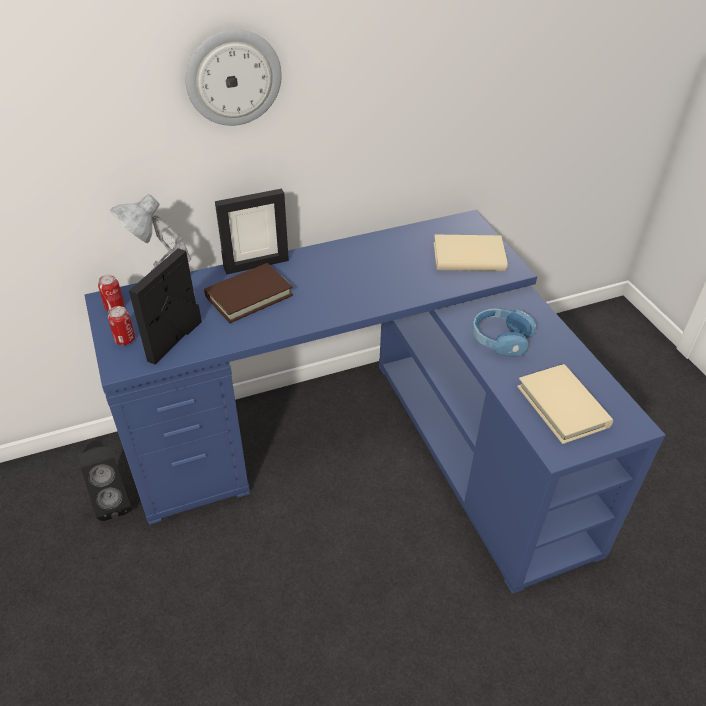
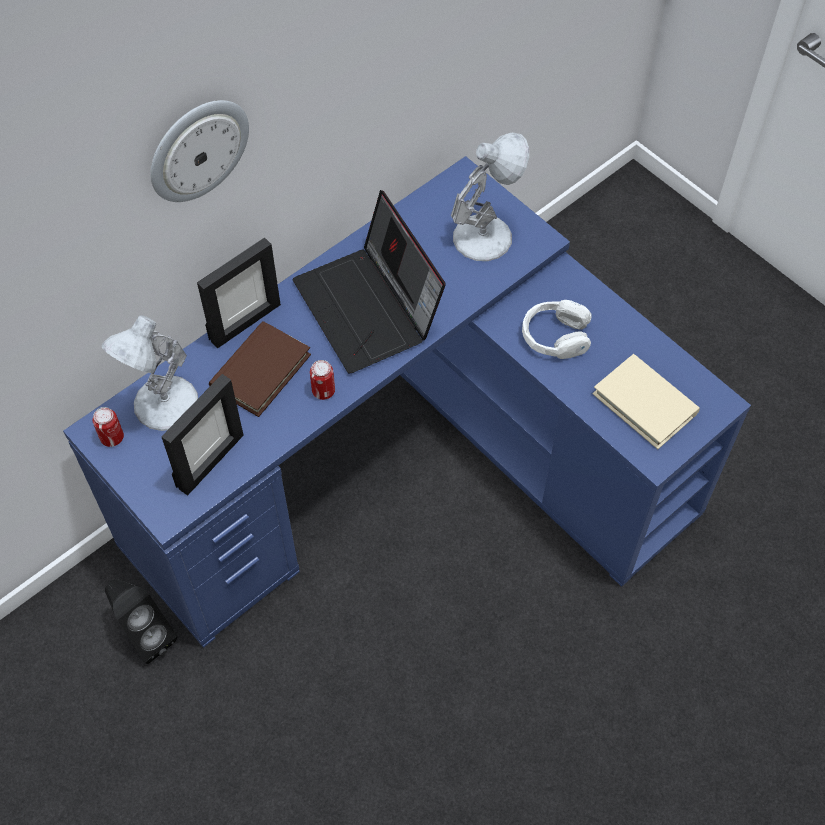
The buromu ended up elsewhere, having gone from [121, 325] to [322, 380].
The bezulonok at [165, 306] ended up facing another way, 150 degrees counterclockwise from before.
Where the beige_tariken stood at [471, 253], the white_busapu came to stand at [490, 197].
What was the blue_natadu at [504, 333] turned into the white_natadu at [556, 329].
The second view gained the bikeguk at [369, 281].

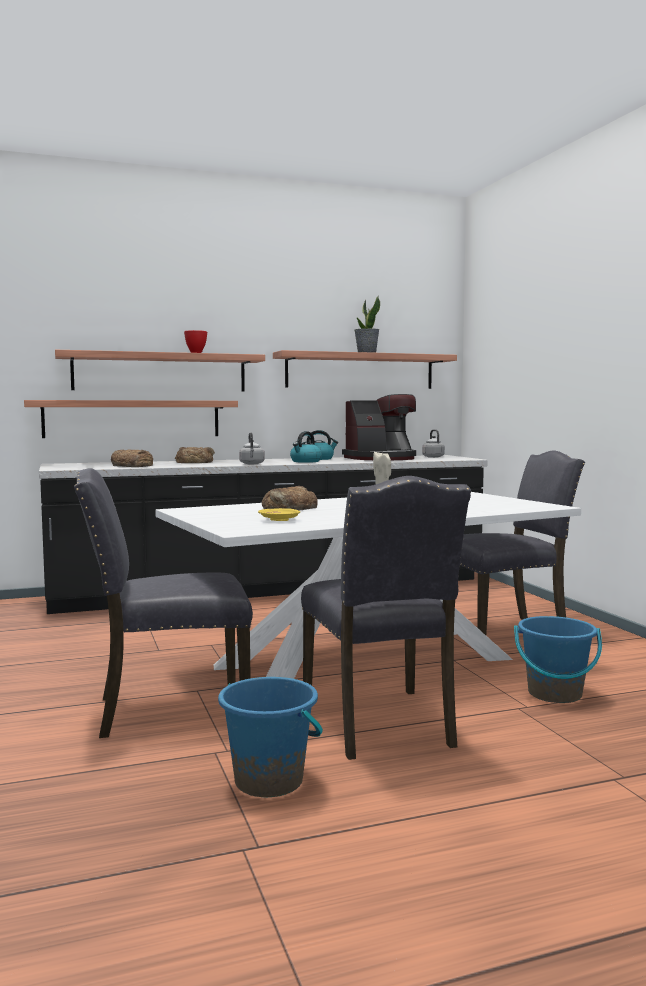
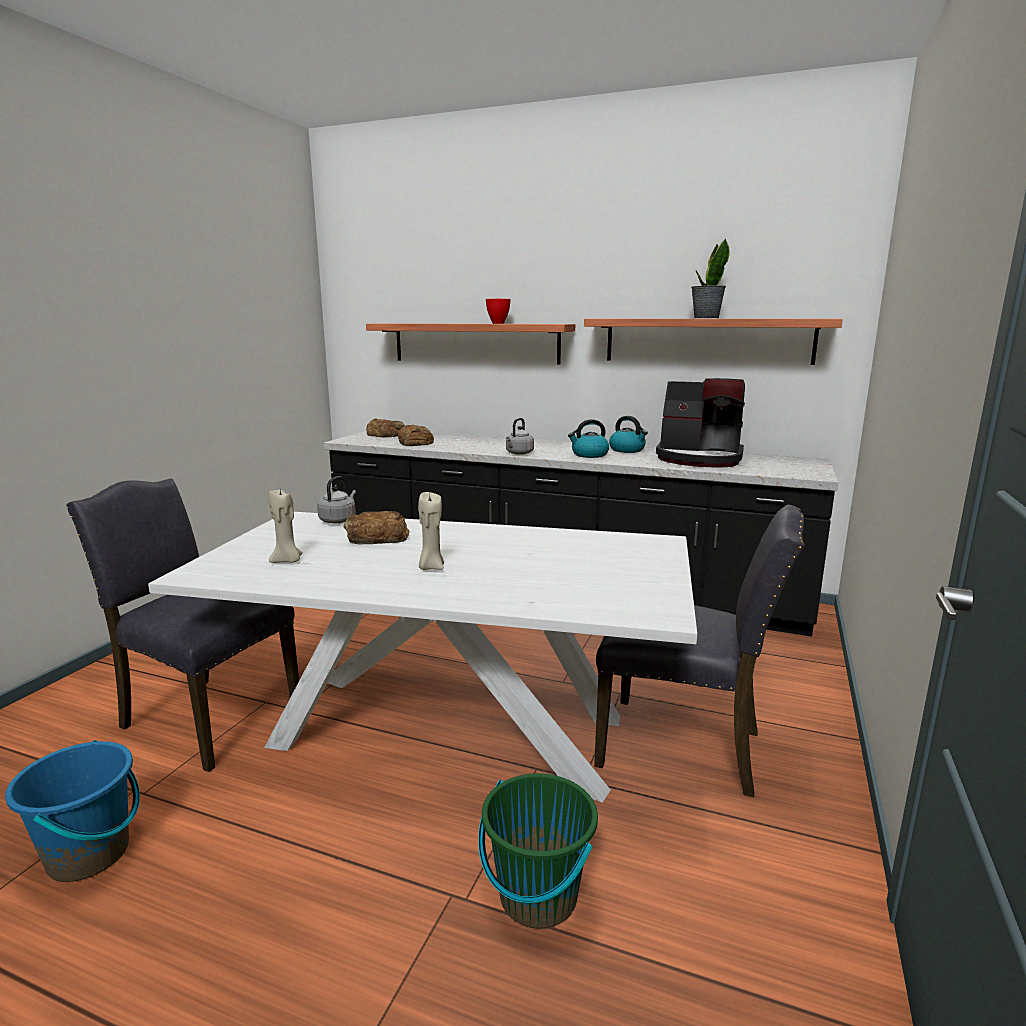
The second view lost the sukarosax at [131, 419].
The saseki ended up elsewhere, having gone from [195, 455] to [385, 428].
Where the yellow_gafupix stood at [279, 514], the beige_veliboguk came to stand at [286, 526].
The second view lost the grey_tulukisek at [386, 618].
The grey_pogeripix ended up elsewhere, having gone from [433, 443] to [336, 499].
What was the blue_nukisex at [558, 659] turned into the green_nukisex at [538, 851].

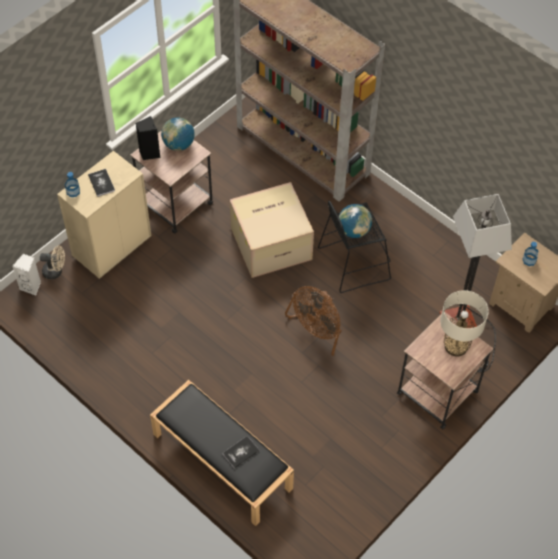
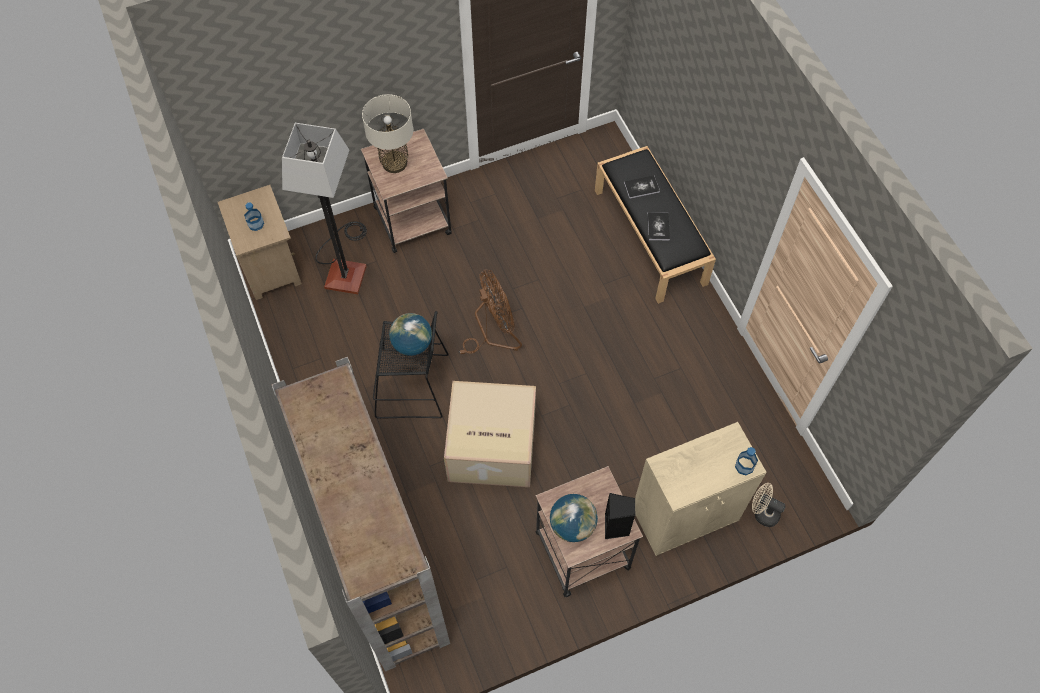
The second view lost the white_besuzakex at [27, 275].
The tariken ended up elsewhere, having gone from [101, 183] to [659, 226].

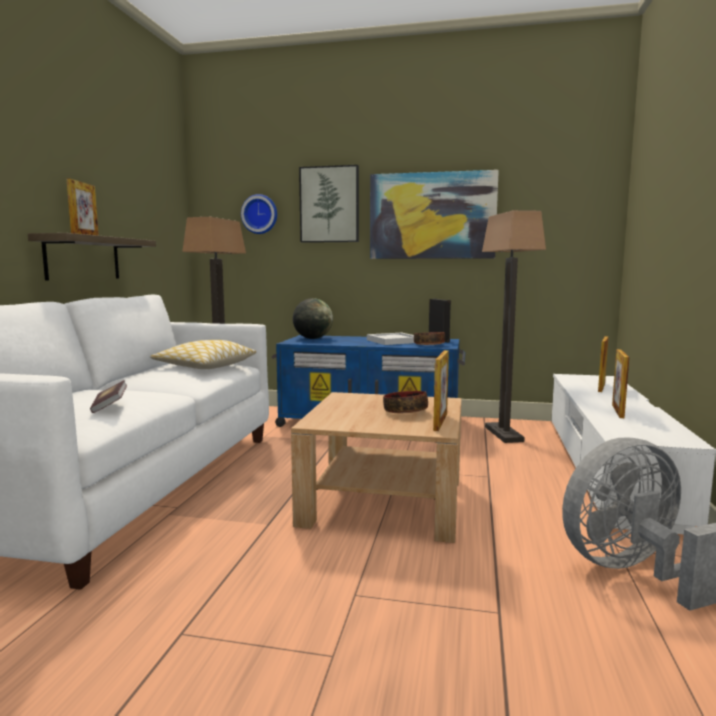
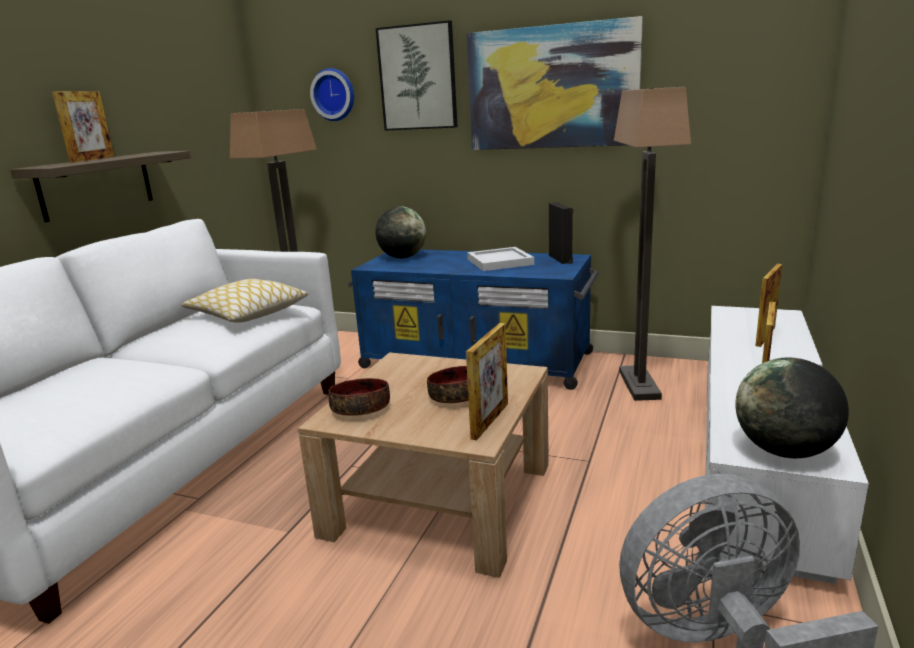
The second view lost the tariken at [108, 396].
The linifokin ended up elsewhere, having gone from [429, 338] to [359, 397].
The second view gained the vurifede at [792, 408].

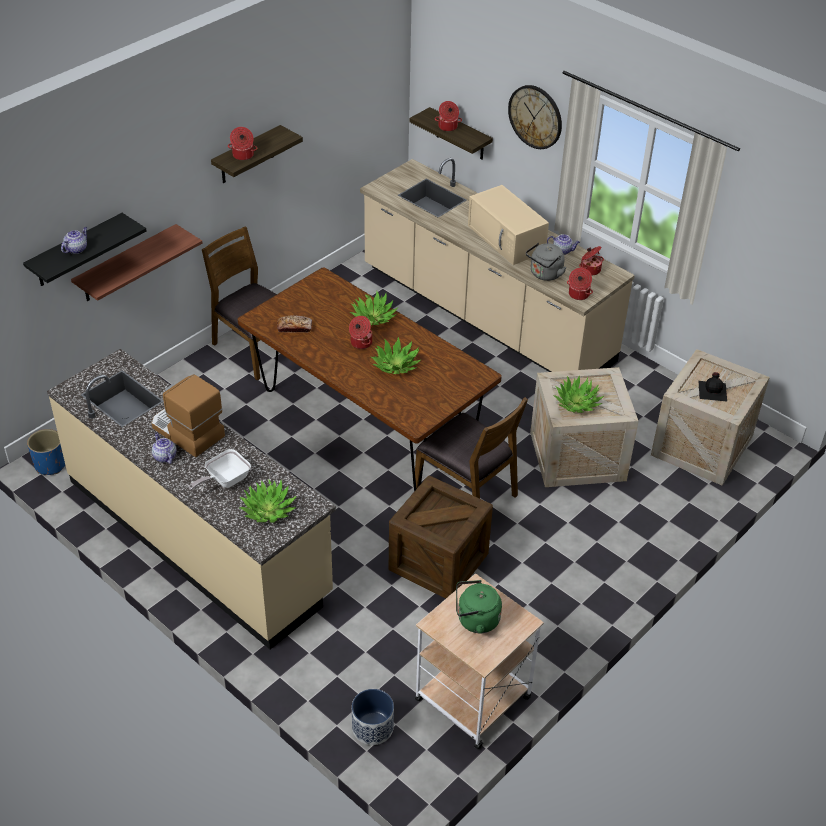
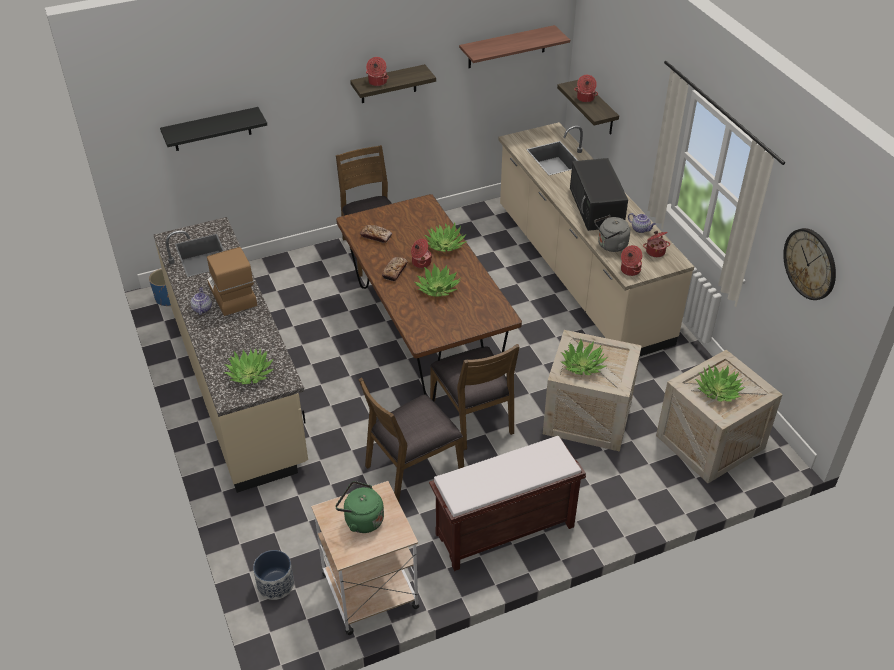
The second view lost the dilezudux at [74, 240].
The sukarosax ended up elsewhere, having gone from [137, 262] to [514, 46].
The second view lost the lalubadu at [220, 469].
Where the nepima stood at [441, 537], the brown_tulukisek came to stand at [411, 439].
What was the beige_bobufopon at [508, 225] turned into the black_bobufopon at [599, 194].
The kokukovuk ended up elsewhere, having gone from [535, 117] to [809, 264].
Where the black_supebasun stood at [712, 386], the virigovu came to stand at [720, 383].
The second view gained the saseki at [395, 269].
The second view gained the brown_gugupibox at [507, 503].

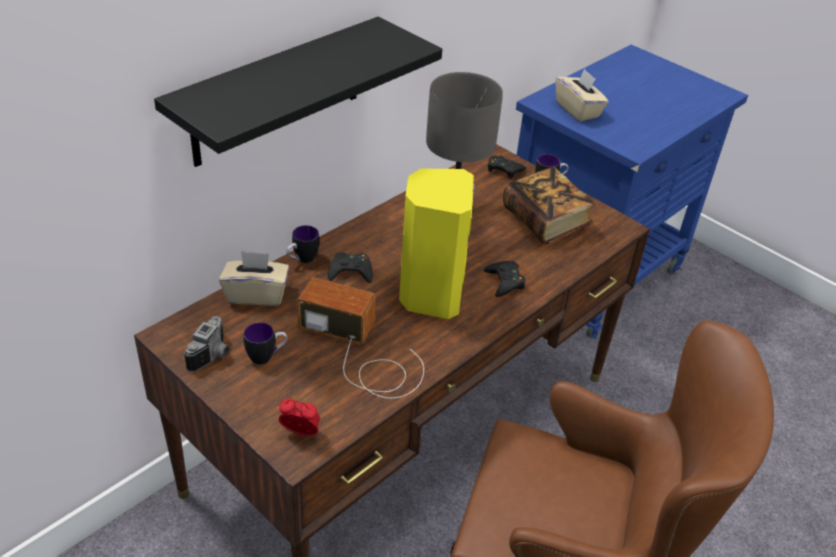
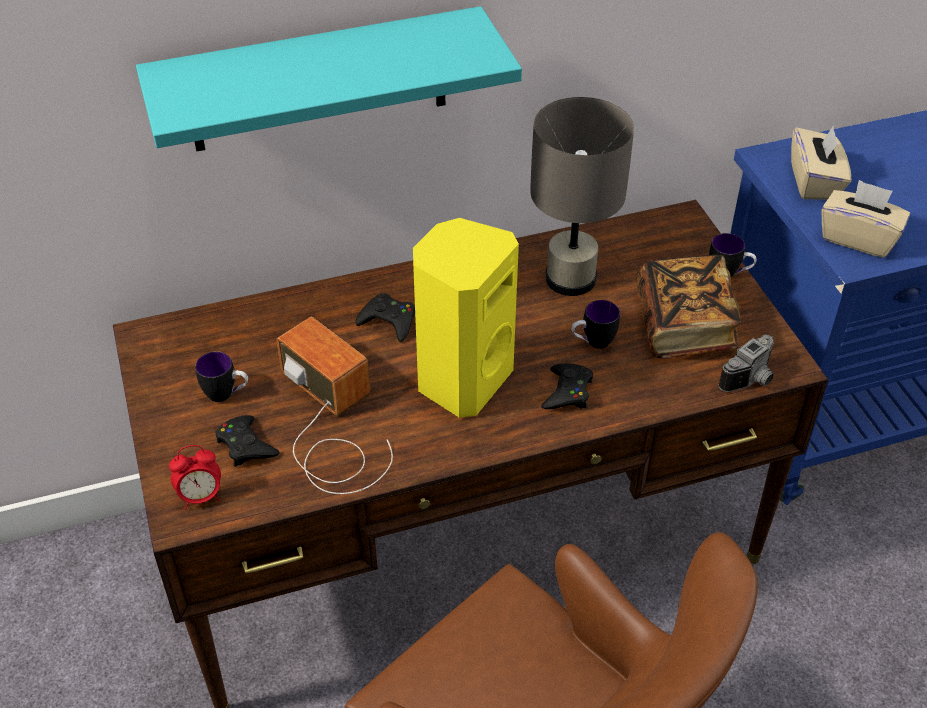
What was the black_sukarosax at [298, 92] turned into the turquoise_sukarosax at [329, 78].
The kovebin ended up elsewhere, having gone from [206, 344] to [746, 363].
The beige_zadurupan ended up elsewhere, having gone from [254, 278] to [866, 219].
The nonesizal at [299, 418] ended up facing another way, 120 degrees clockwise from before.
The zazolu ended up elsewhere, having gone from [303, 244] to [595, 324].
The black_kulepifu ended up elsewhere, having gone from [507, 167] to [248, 441].

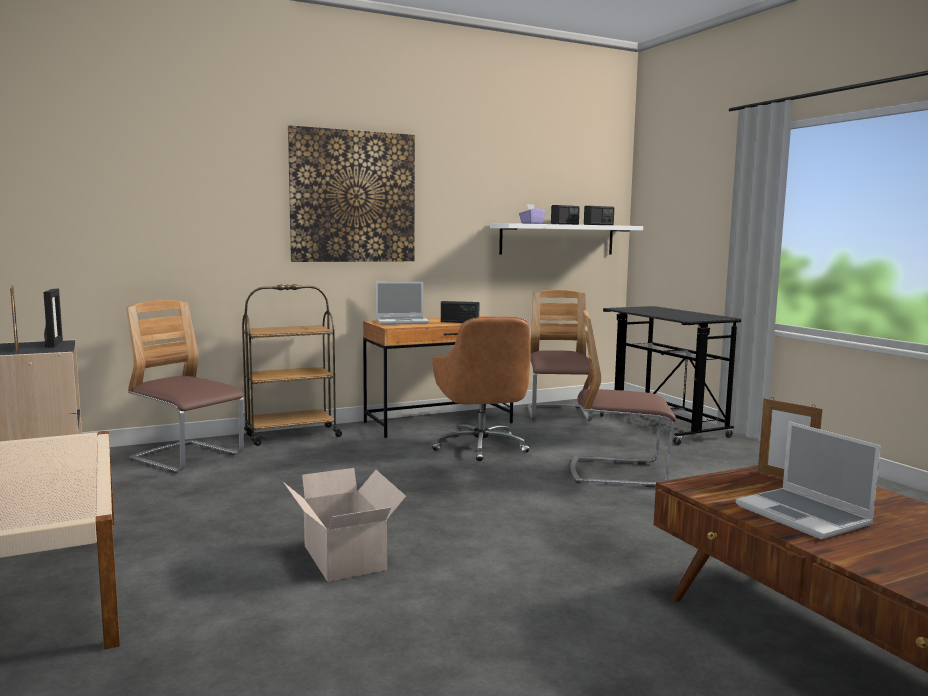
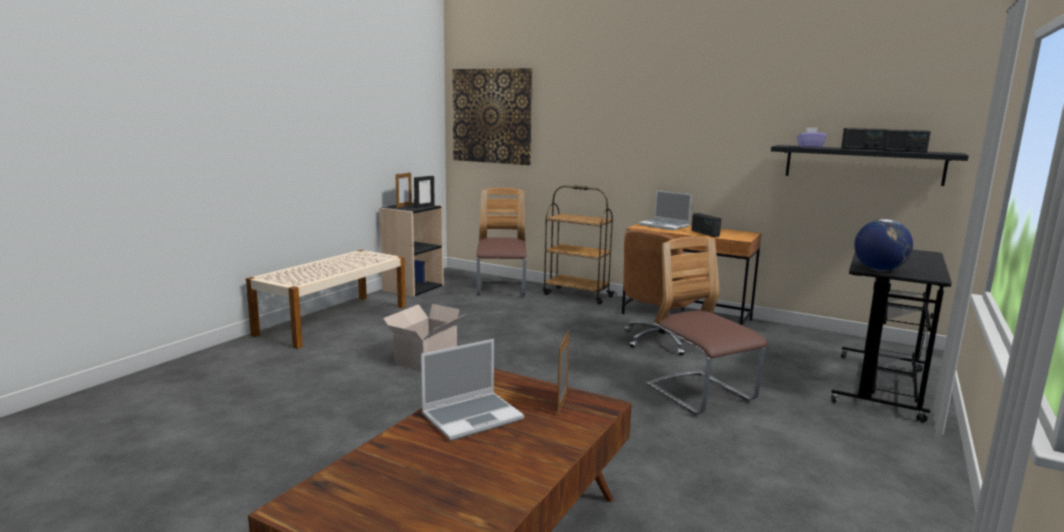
The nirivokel ended up elsewhere, having gone from [351, 193] to [493, 116].
What was the white_sukarosax at [566, 238] turned into the black_sukarosax at [870, 165].
The second view lost the tulukisek at [560, 355].
The bikeguk at [808, 480] ended up facing another way, 150 degrees counterclockwise from before.
The second view gained the vurifede at [883, 245].

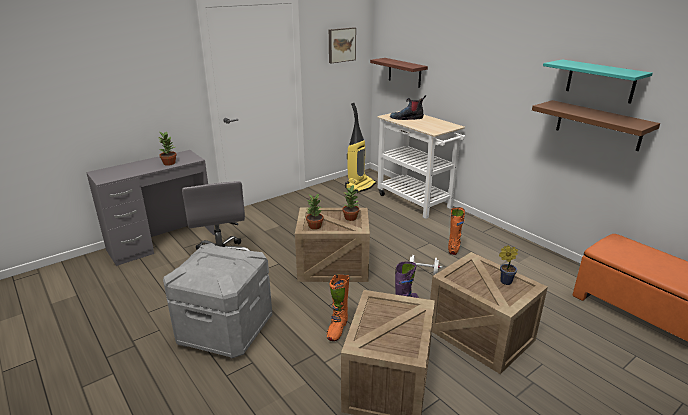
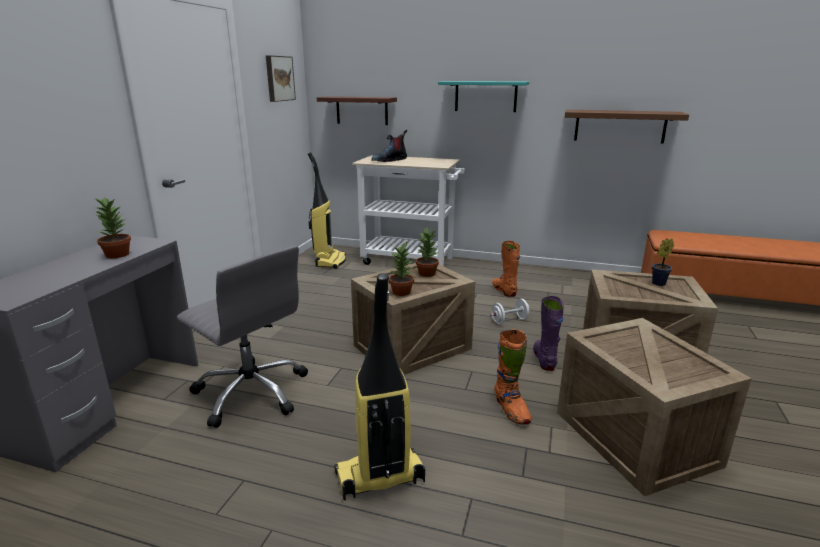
Where the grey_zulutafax stood at [217, 301], the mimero came to stand at [379, 387].
The turquoise_sukarosax ended up elsewhere, having gone from [598, 82] to [483, 96].

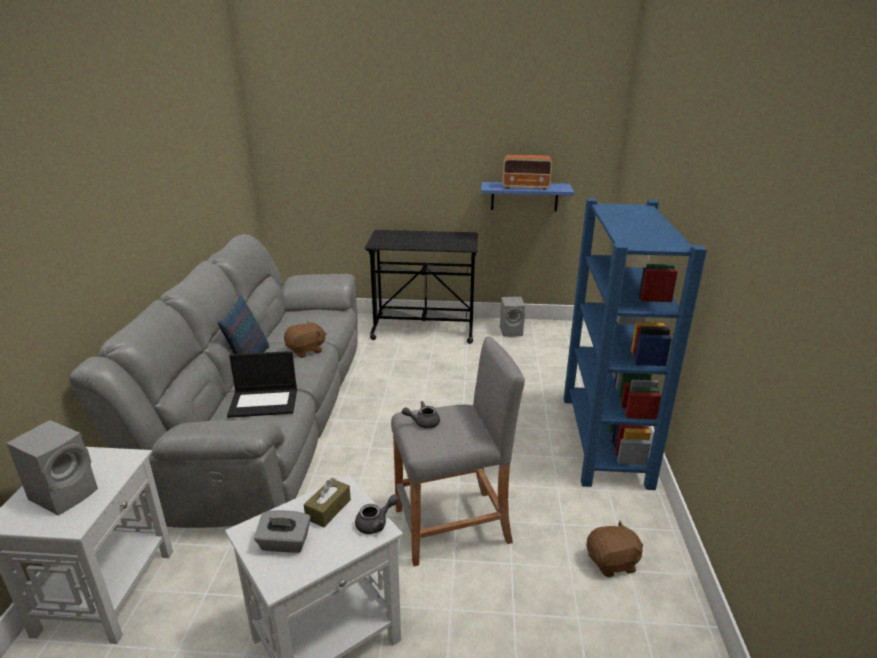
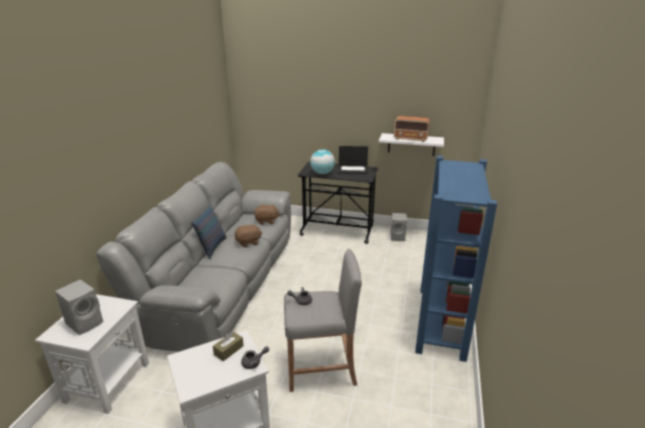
The bikeguk ended up elsewhere, having gone from [262, 384] to [353, 160].
The second view lost the grey_zadurupan at [282, 531].
What was the blue_sukarosax at [527, 196] turned into the white_sukarosax at [411, 144].
The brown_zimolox ended up elsewhere, having gone from [614, 549] to [267, 214].
The second view gained the vurifede at [322, 161].

